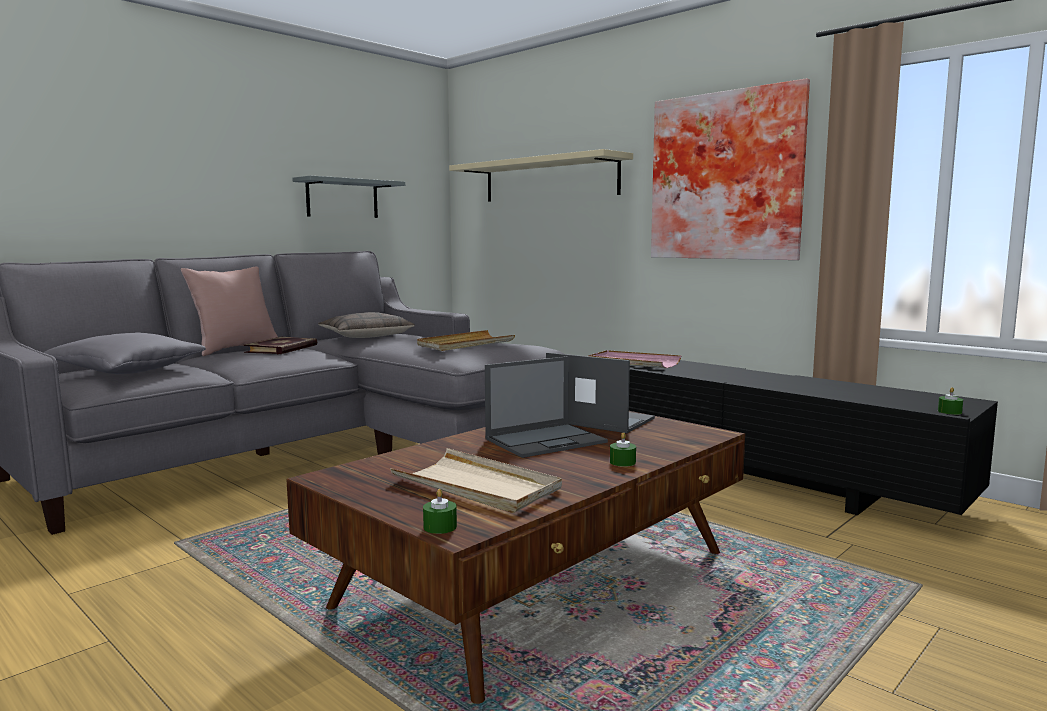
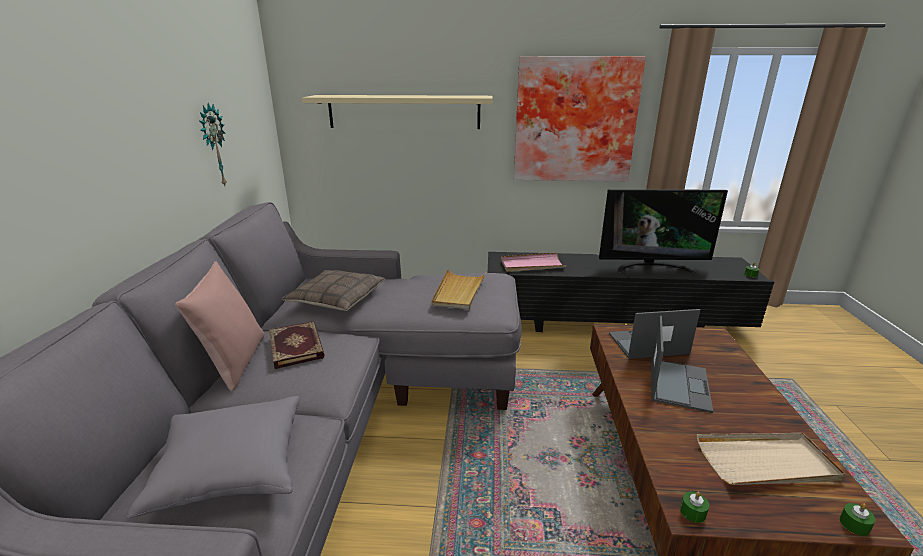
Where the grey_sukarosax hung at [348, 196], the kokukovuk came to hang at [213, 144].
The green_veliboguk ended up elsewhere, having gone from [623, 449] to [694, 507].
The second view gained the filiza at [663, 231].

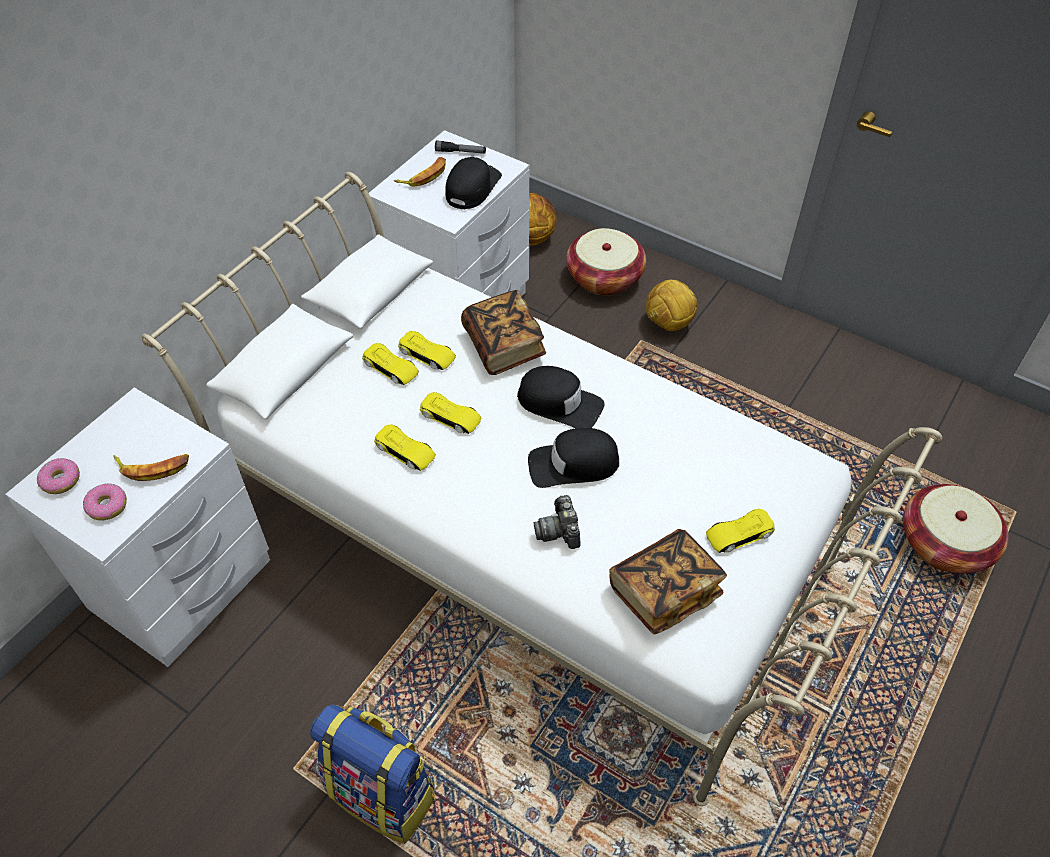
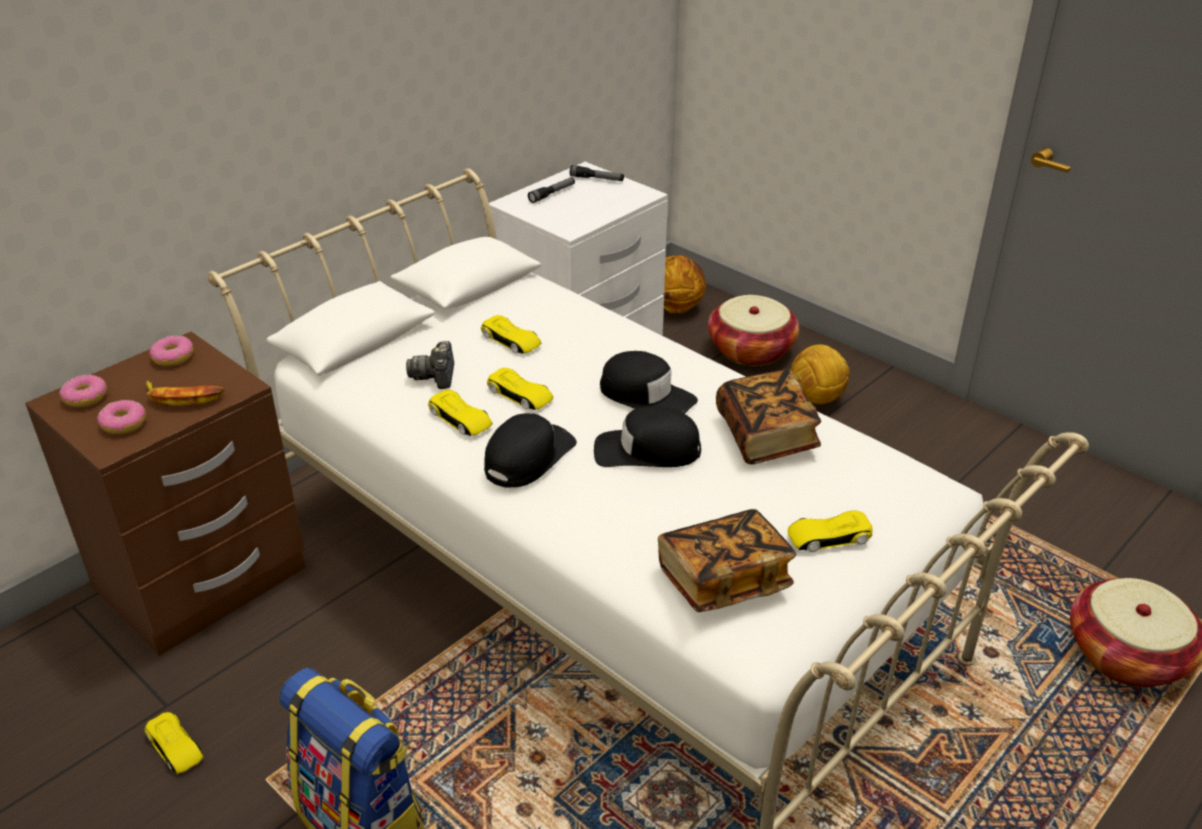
What was the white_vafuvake at [137, 527] turned into the brown_vafuvake at [165, 494].
The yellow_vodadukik ended up elsewhere, having gone from [390, 364] to [174, 743].
Where the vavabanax stood at [420, 172], the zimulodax came to stand at [551, 190].
The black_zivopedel ended up elsewhere, having gone from [473, 183] to [530, 450].
The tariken ended up elsewhere, having gone from [503, 332] to [768, 416].
The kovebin ended up elsewhere, having gone from [557, 522] to [430, 365].
The second view gained the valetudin at [171, 350].

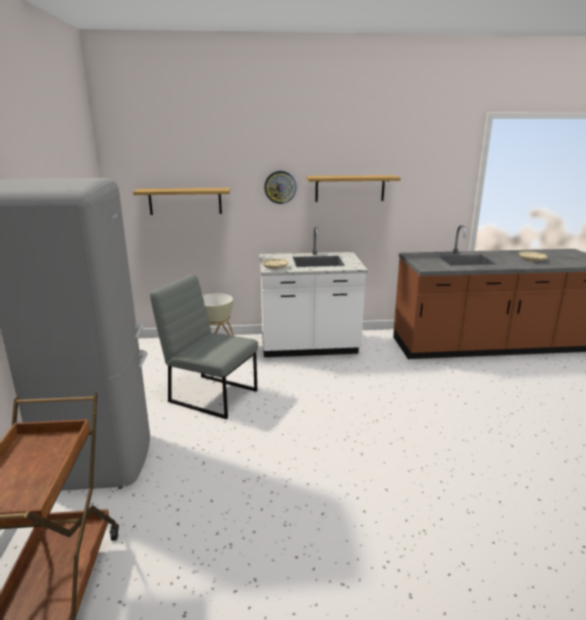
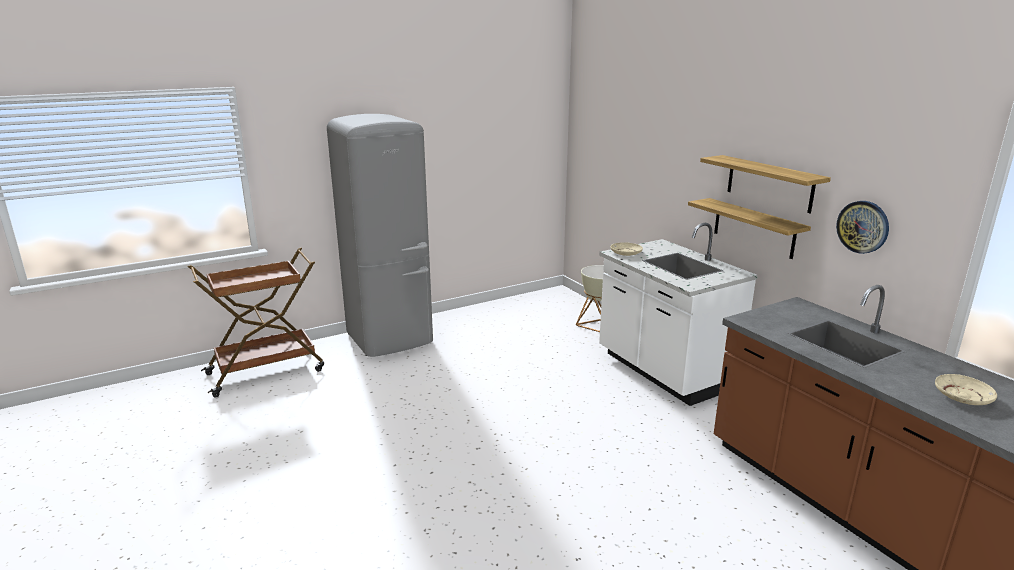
The sukarosax ended up elsewhere, having gone from [181, 201] to [749, 228].
The second view lost the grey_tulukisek at [204, 347].
The kokukovuk ended up elsewhere, having gone from [280, 187] to [862, 227].

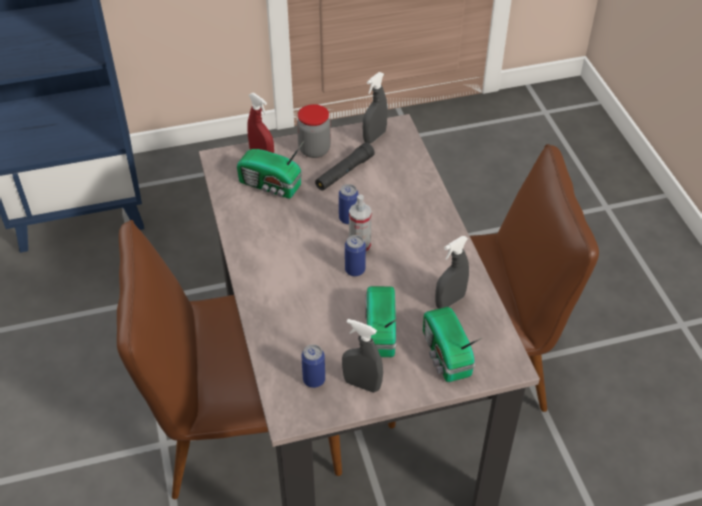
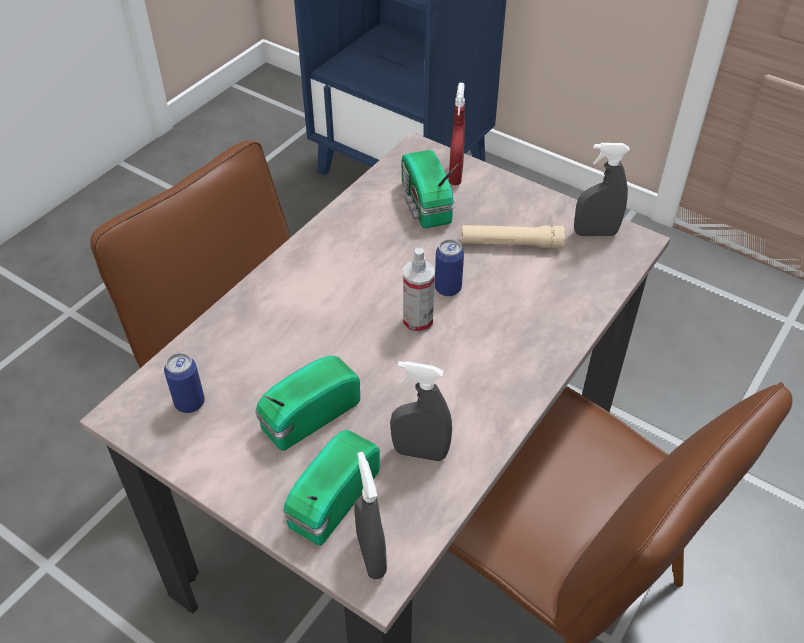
The second view lost the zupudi at [314, 131].
What was the black_zimulodax at [345, 166] turned into the beige_zimulodax at [513, 237].
The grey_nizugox ended up elsewhere, having gone from [362, 356] to [370, 515].
The second view lost the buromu at [355, 256].

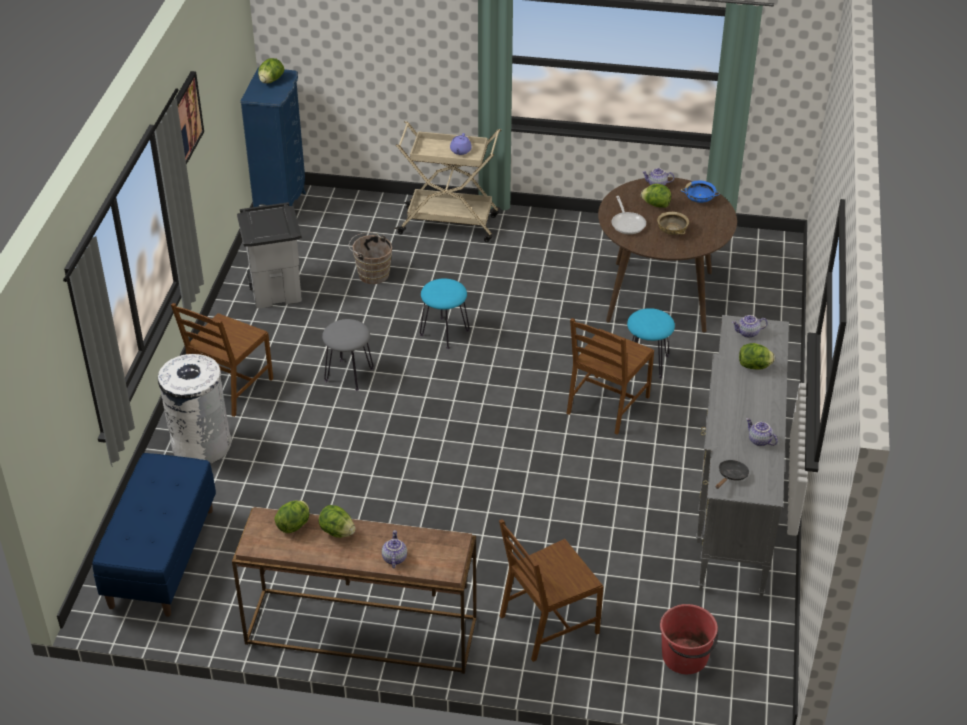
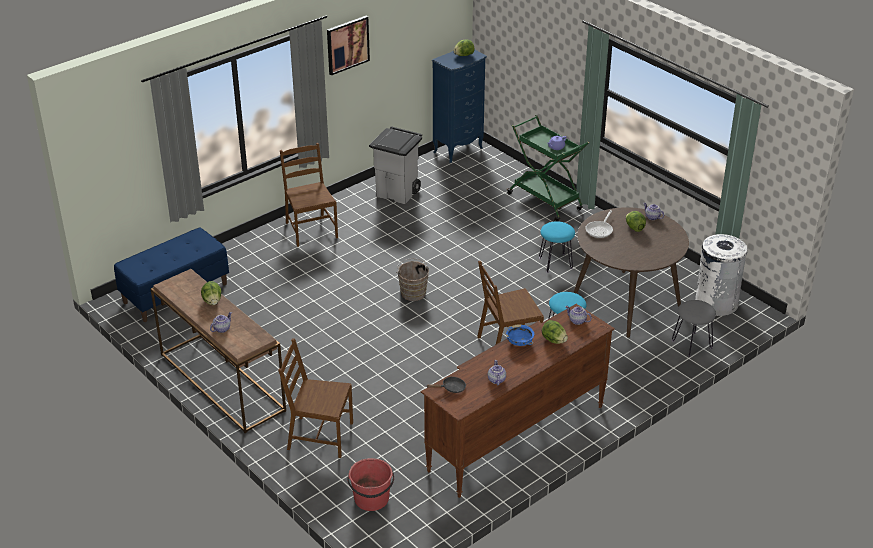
The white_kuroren ended up elsewhere, having gone from [195, 408] to [721, 275].
The brown_tulukisek at [222, 360] ended up facing another way, 90 degrees clockwise from before.
The second view lost the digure at [292, 516].
The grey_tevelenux ended up elsewhere, having gone from [348, 355] to [694, 328].
The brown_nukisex ended up elsewhere, having gone from [370, 258] to [413, 279].
What was the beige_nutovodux at [448, 181] turned into the green_nutovodux at [548, 167].
The turquoise_tevelenux ended up elsewhere, having gone from [445, 314] to [557, 247].
The second view lost the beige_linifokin at [673, 223].
The blue_linifokin ended up elsewhere, having gone from [700, 191] to [520, 335].
What was the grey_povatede at [742, 456] turned into the brown_povatede at [518, 401].

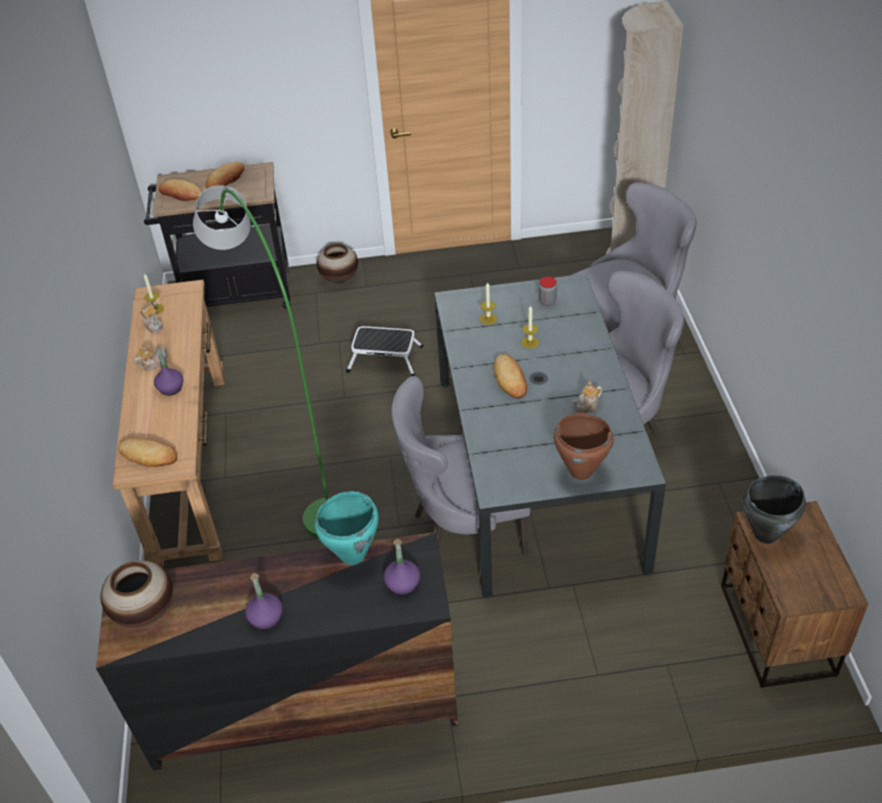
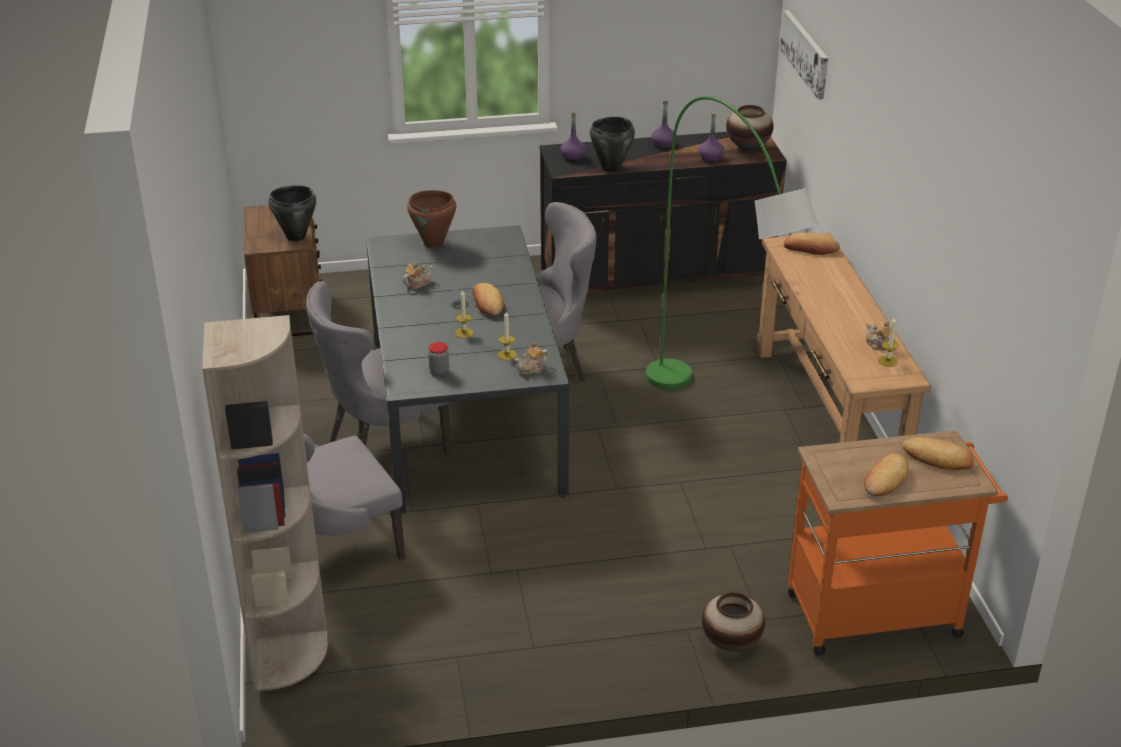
The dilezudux ended up elsewhere, having gone from [151, 358] to [532, 358].
What was the black_nutovodux at [217, 235] turned into the orange_nutovodux at [898, 543].
The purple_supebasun ended up elsewhere, having gone from [168, 370] to [711, 137].
What was the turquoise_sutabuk at [347, 528] turned into the black_sutabuk at [612, 144].
The second view lost the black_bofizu at [385, 351].
The second view gained the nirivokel at [804, 55].

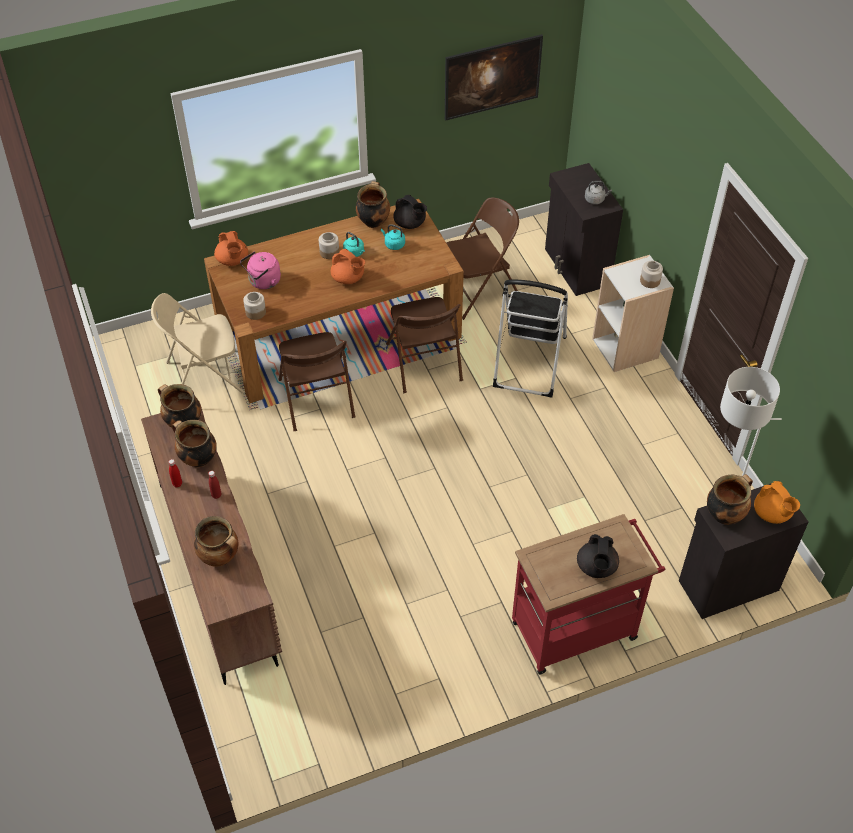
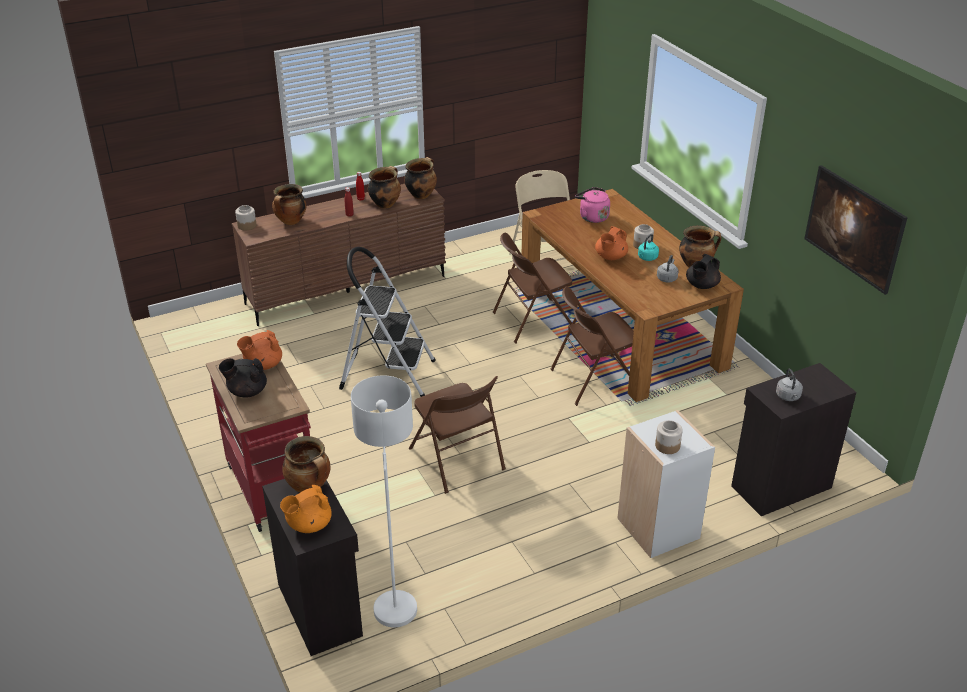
The orange_dilezudux ended up elsewhere, having gone from [231, 248] to [259, 350].
The zupudi ended up elsewhere, having gone from [254, 306] to [245, 218].
What was the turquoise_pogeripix at [393, 237] turned into the grey_pogeripix at [667, 269].
The brown_tulukisek ended up elsewhere, having gone from [483, 258] to [457, 435].
The bofizu ended up elsewhere, having gone from [530, 338] to [387, 322].

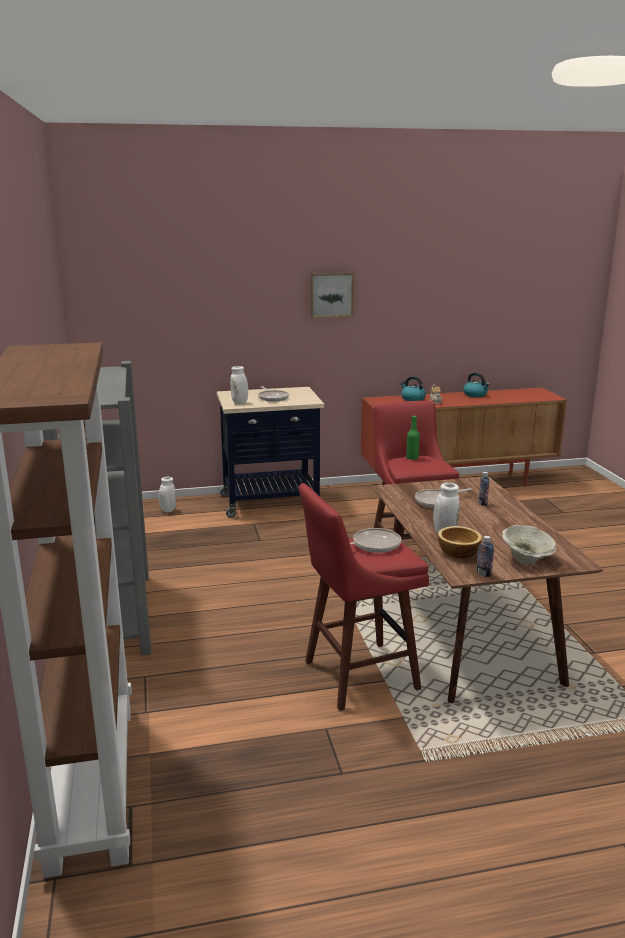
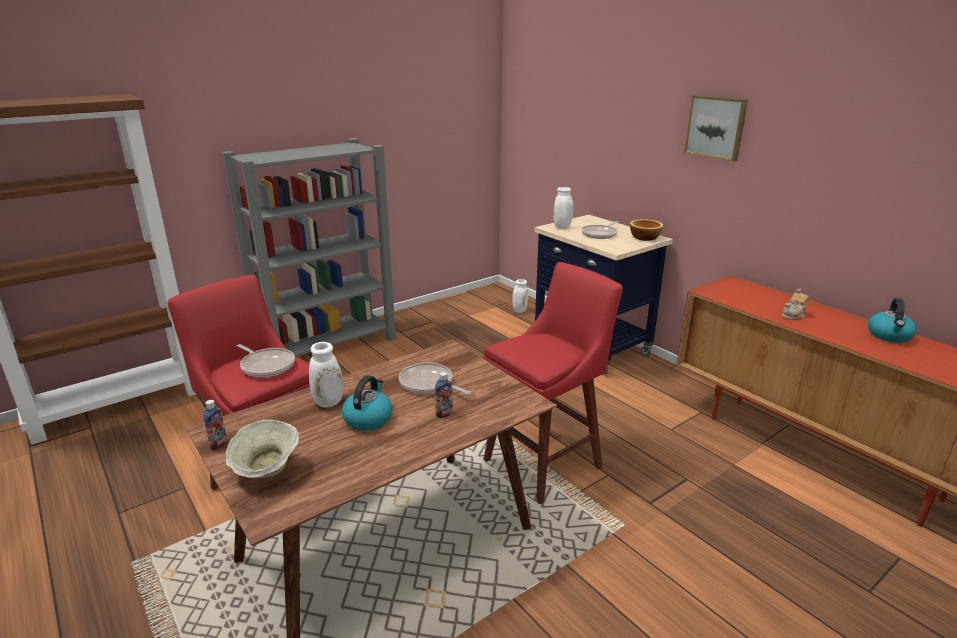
The pogeripix ended up elsewhere, having gone from [413, 388] to [367, 403].
The second view lost the green_supebasun at [413, 437].
The linifokin ended up elsewhere, having gone from [460, 542] to [646, 230].

